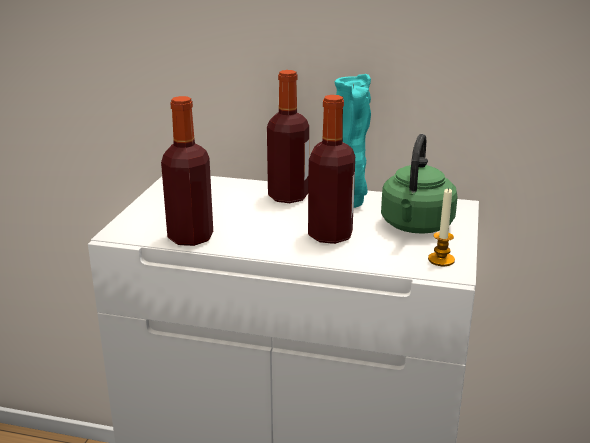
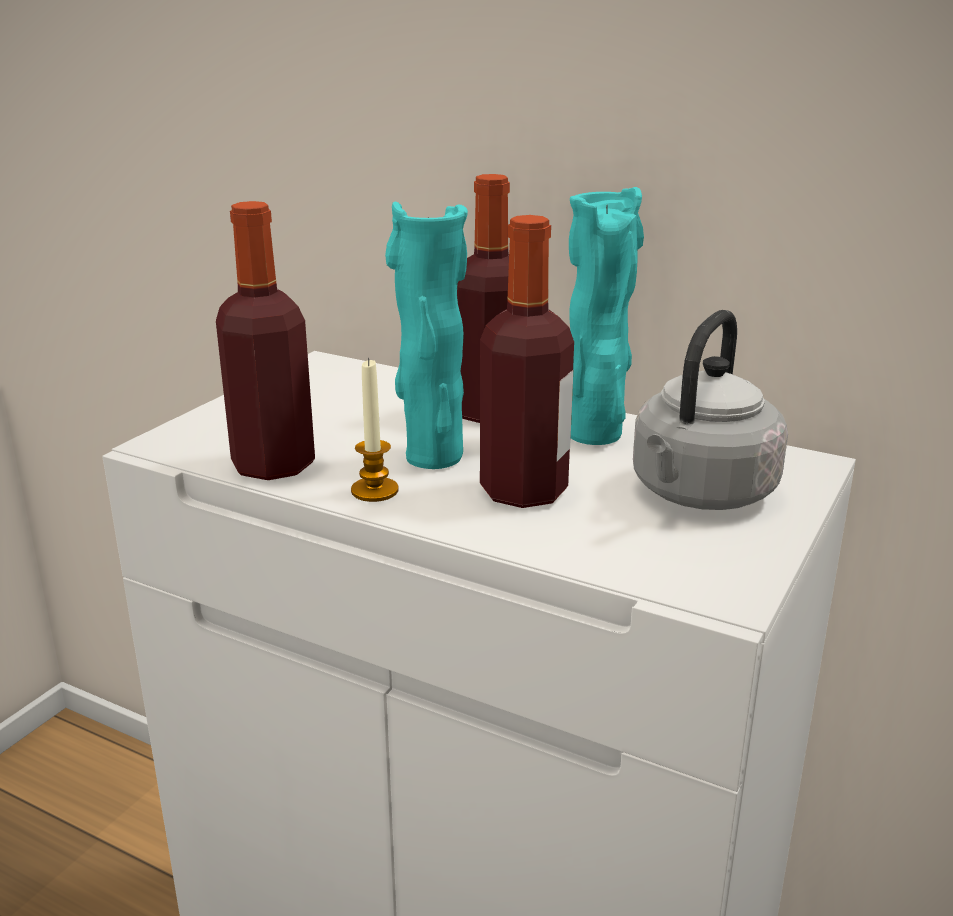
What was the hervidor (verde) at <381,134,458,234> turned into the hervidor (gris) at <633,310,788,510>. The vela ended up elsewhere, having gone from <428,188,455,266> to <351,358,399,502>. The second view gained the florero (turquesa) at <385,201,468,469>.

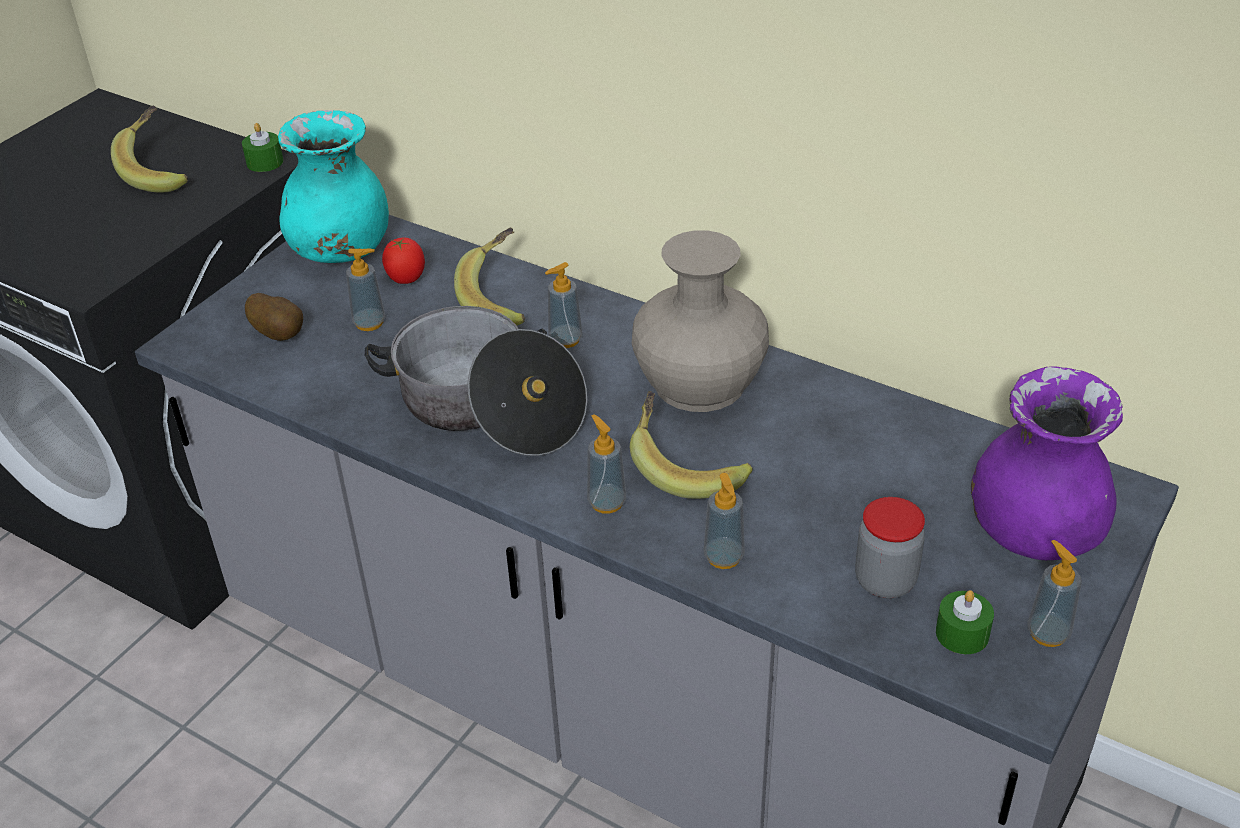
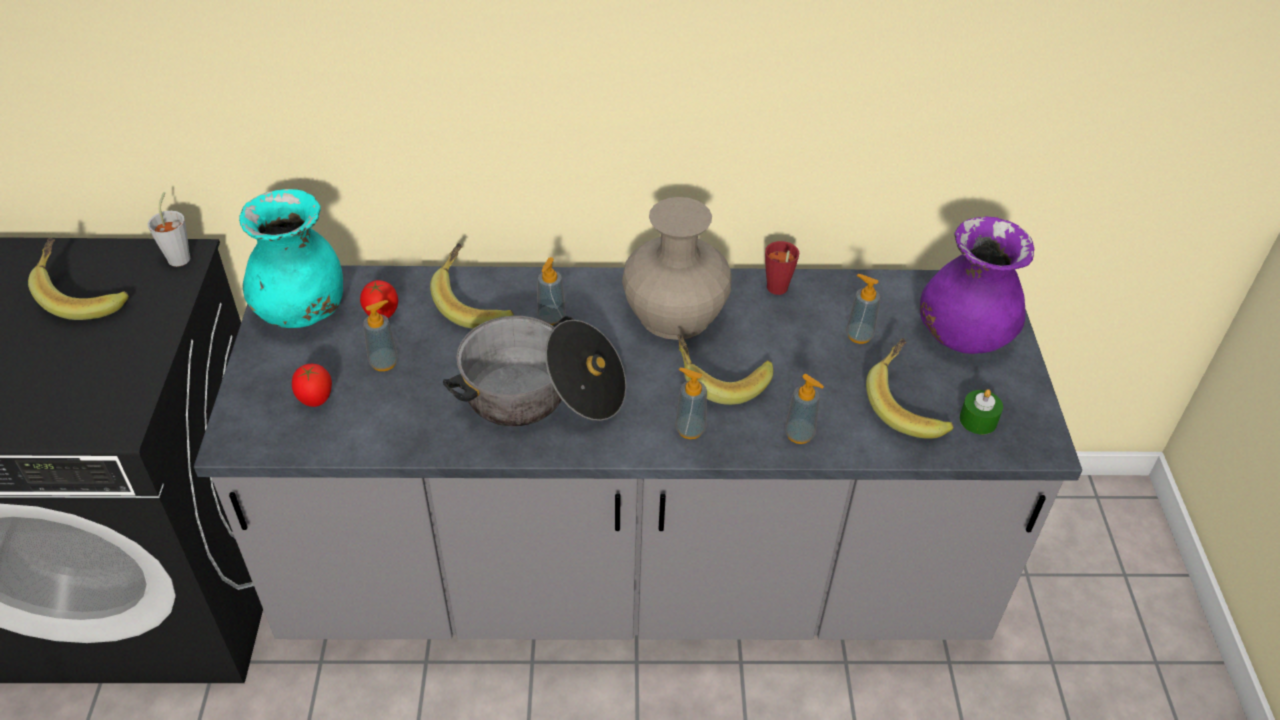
Where the vela (verde) stood at <242,123,283,172>, the taza (gris) came to stand at <148,192,190,267>. Where the patata stood at <245,293,303,341>, the tomate came to stand at <292,364,332,407>. Where the tarro stood at <855,497,925,598>, the plátano came to stand at <866,338,954,439>. The dispensador de jabón ended up elsewhere, having gone from <1027,540,1082,647> to <846,274,881,344>. The second view gained the taza (rojo) at <765,241,799,295>.

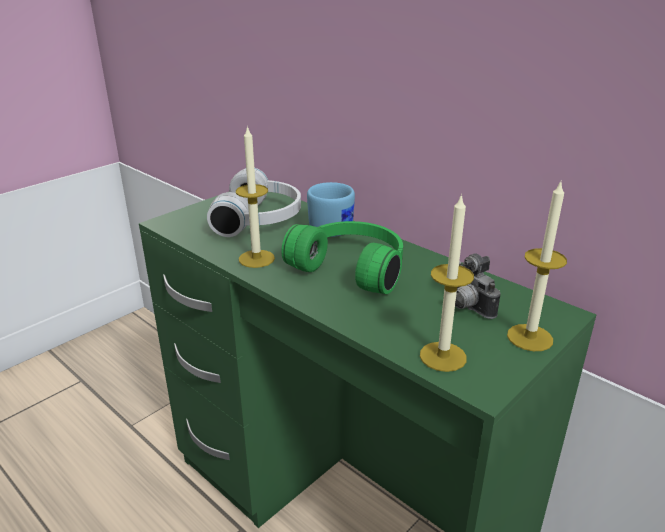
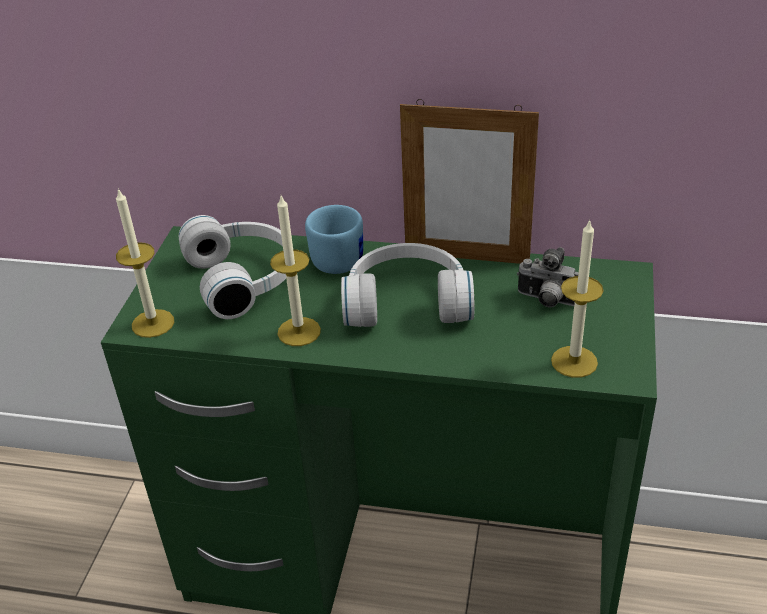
What was the auriculares (verde) at <281,221,403,294> turned into the auriculares (blanco) at <341,243,475,327>. The vela ended up elsewhere, having gone from <507,182,567,351> to <116,188,174,338>. The second view gained the portarretratos at <400,99,539,264>.

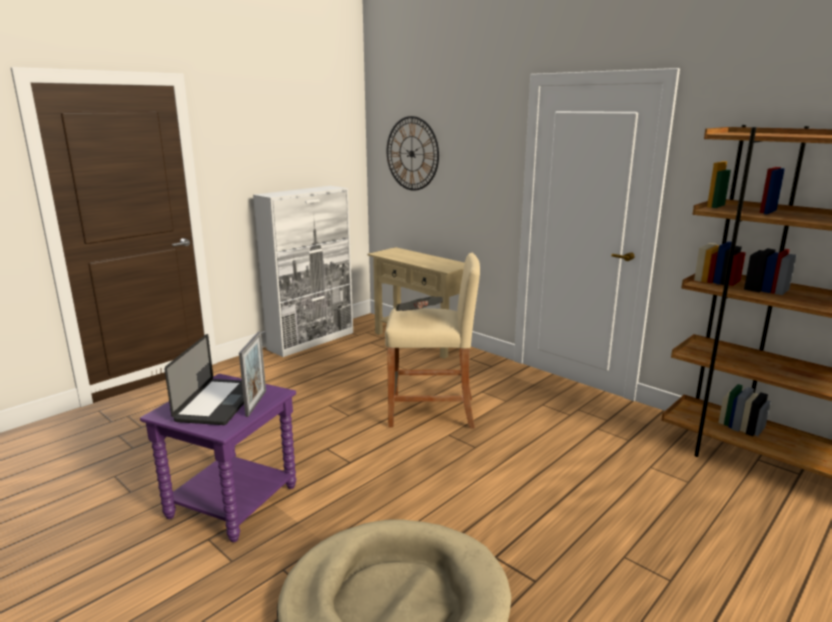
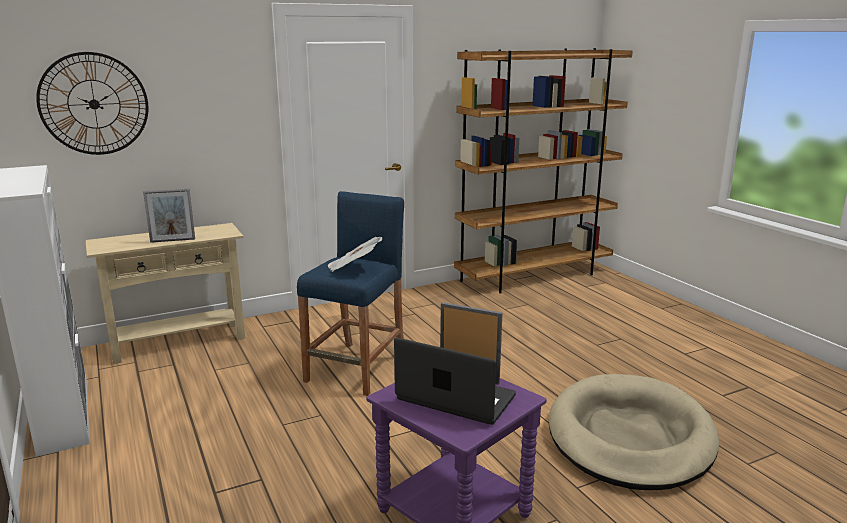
What was the taburete (beis) at <385,253,480,428> turned into the taburete (azul) at <297,191,404,396>. The second view gained the portarretratos at <143,189,195,243>.

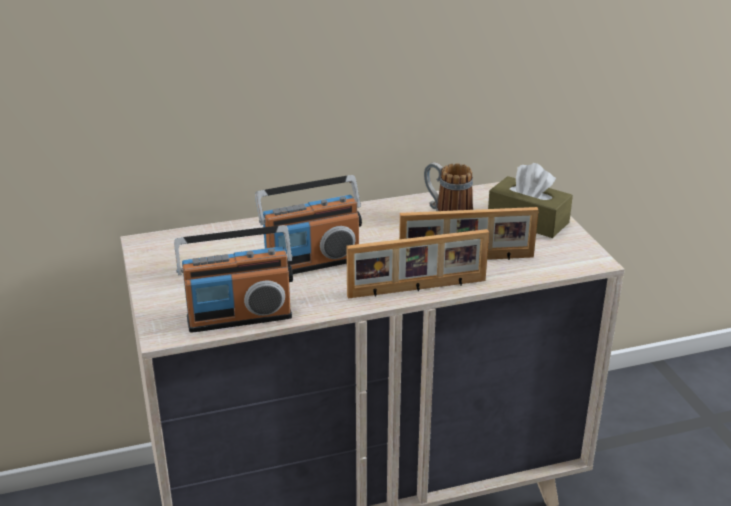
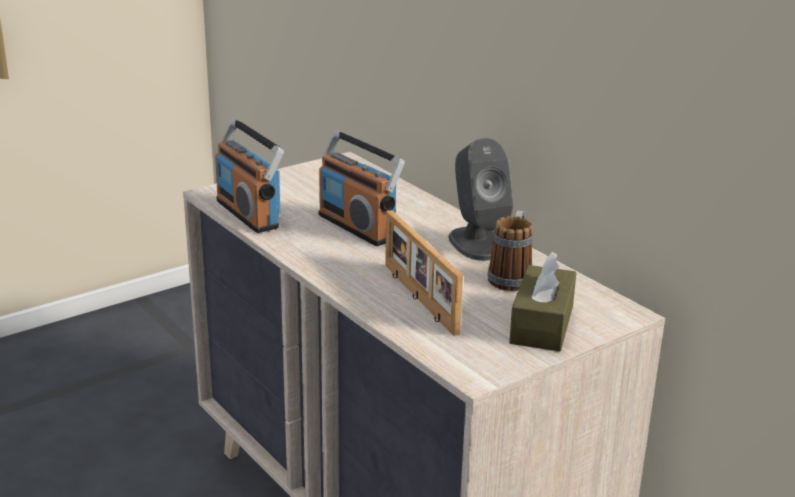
The second view lost the portarretratos at <346,229,489,299>. The second view gained the altavoz (gris) at <449,138,514,261>.

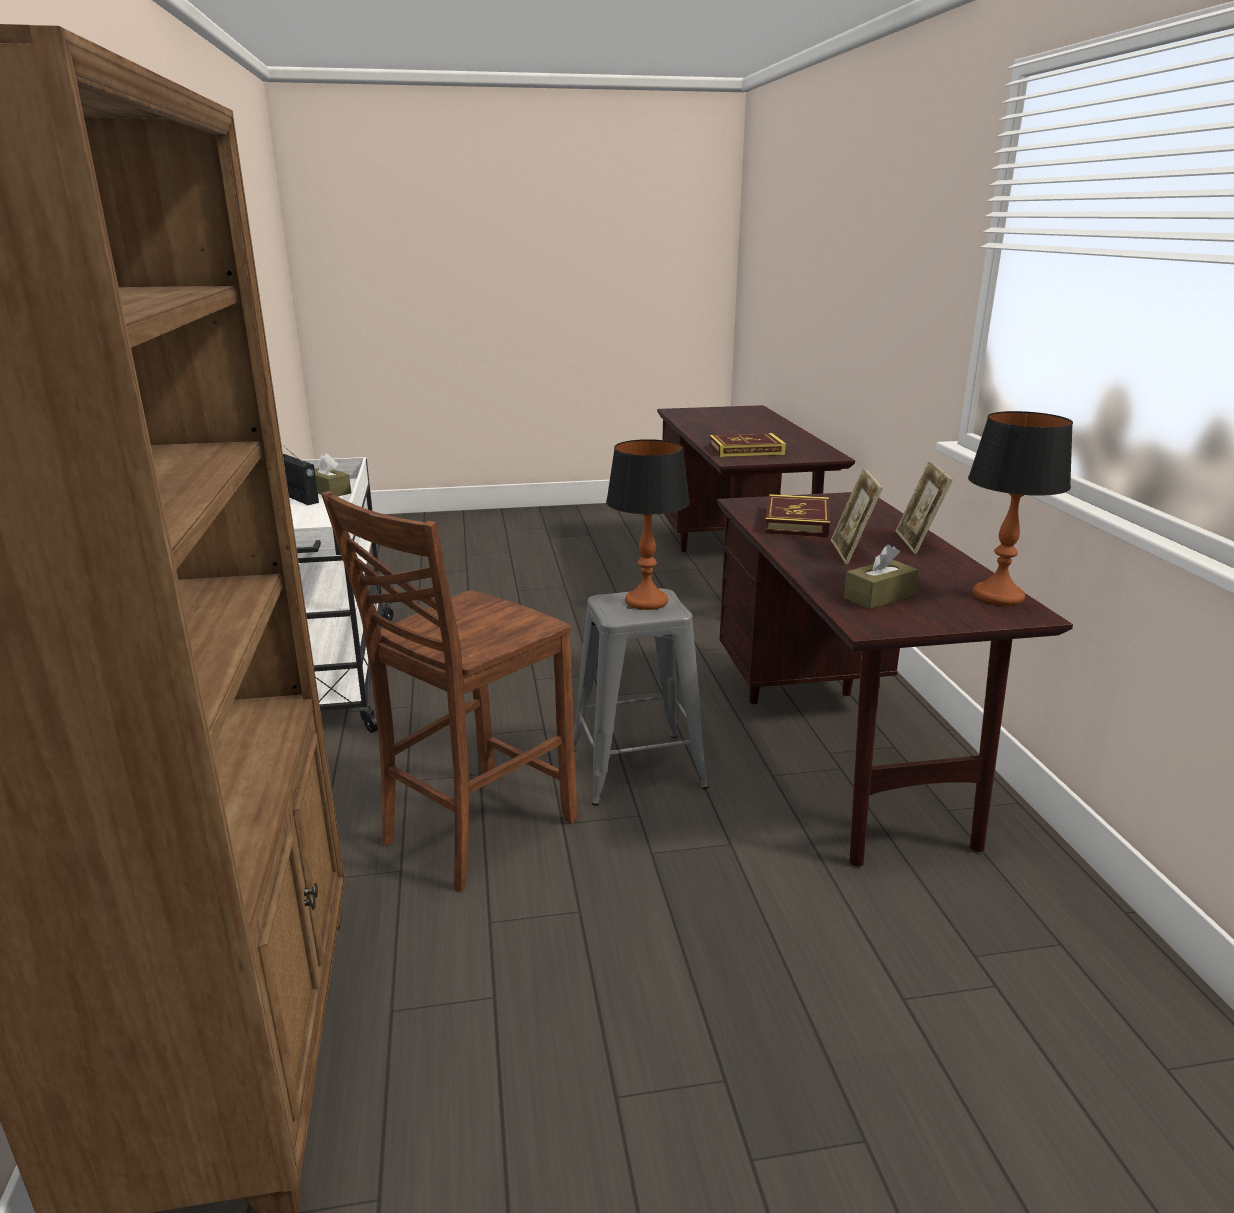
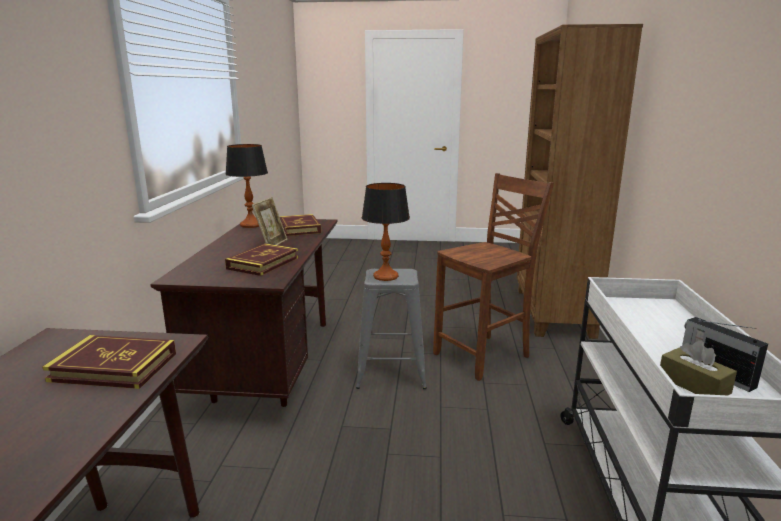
Where the caja de pañuelos (marrón) stood at <844,544,918,609>, the libro came to stand at <280,214,321,236>. The second view lost the portarretratos at <896,460,953,554>.

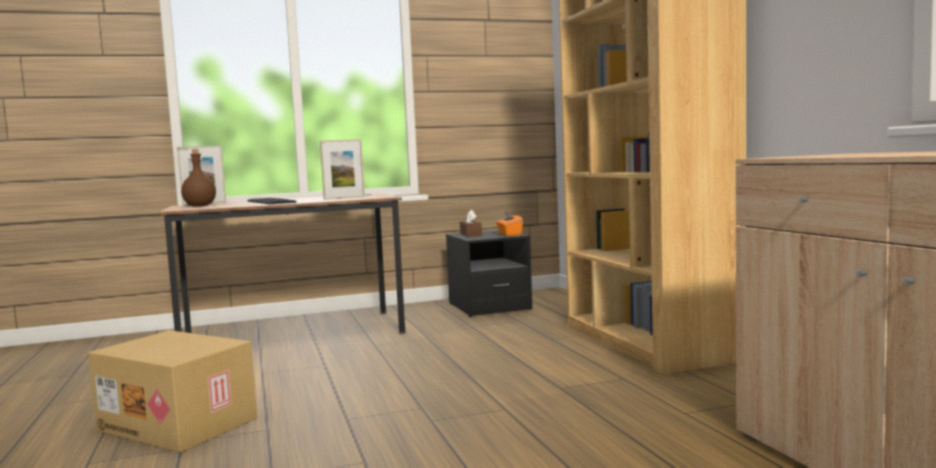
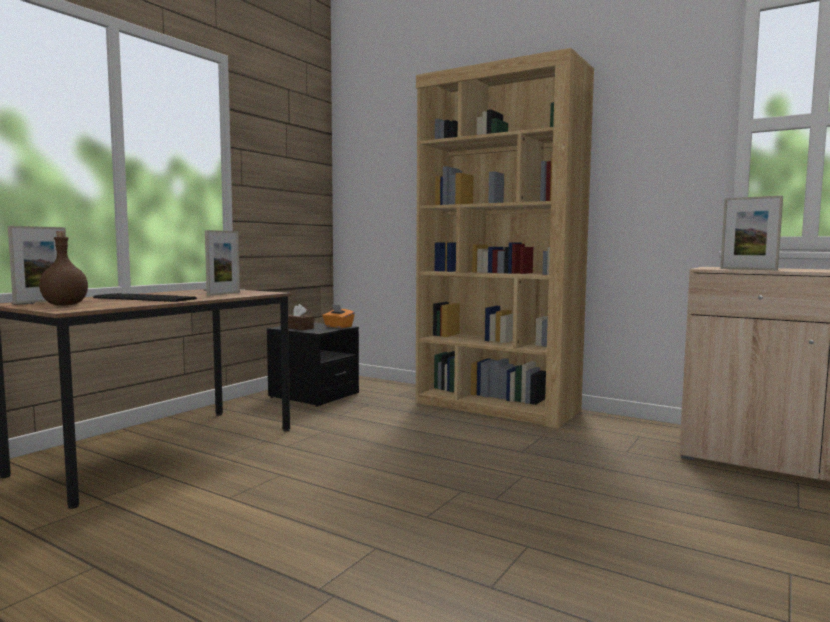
The second view lost the caja de cartón at <89,330,257,453>. The second view gained the portarretratos at <720,196,783,271>.

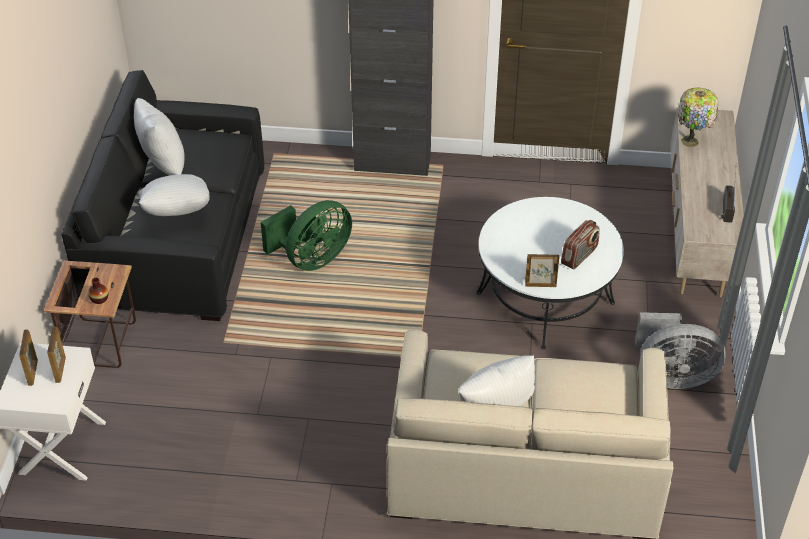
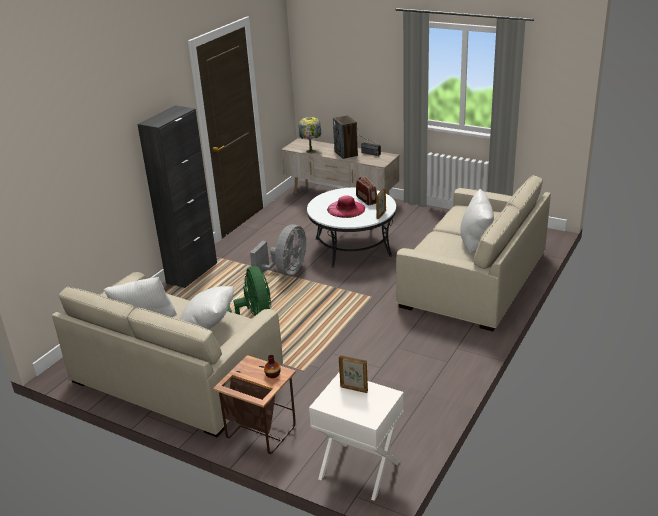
The second view lost the portarretratos at <19,329,38,386>. What was the sofá (negro) at <61,70,264,321> turned into the sofá (beis) at <52,272,283,437>. The ventilador (gris) ended up elsewhere, having gone from <635,312,726,389> to <250,224,306,276>. The second view gained the sombrero (rosa) at <327,195,365,218>. The second view gained the altavoz at <333,115,358,159>.

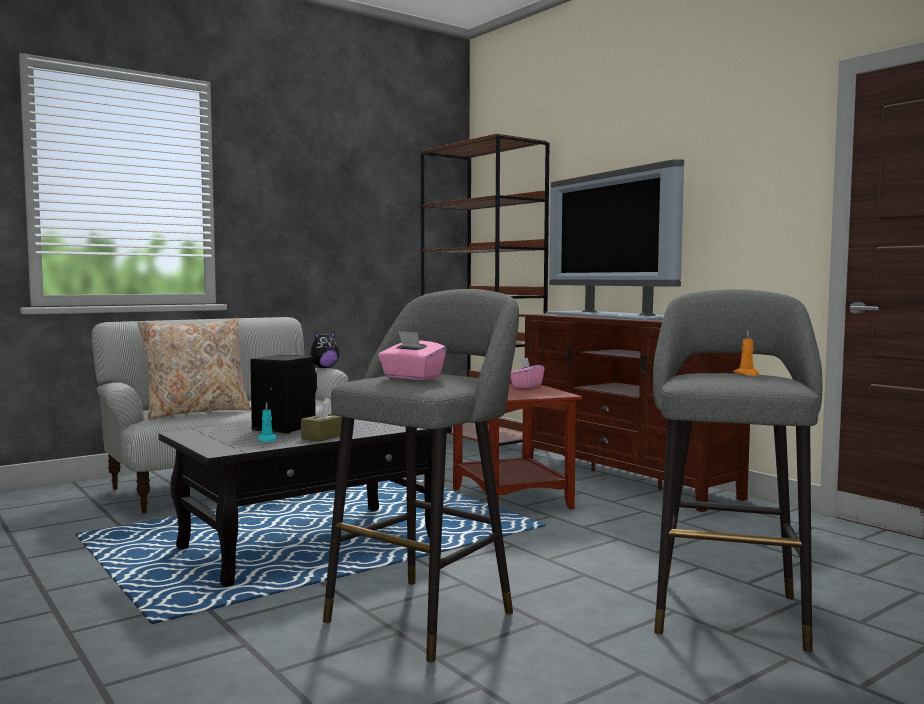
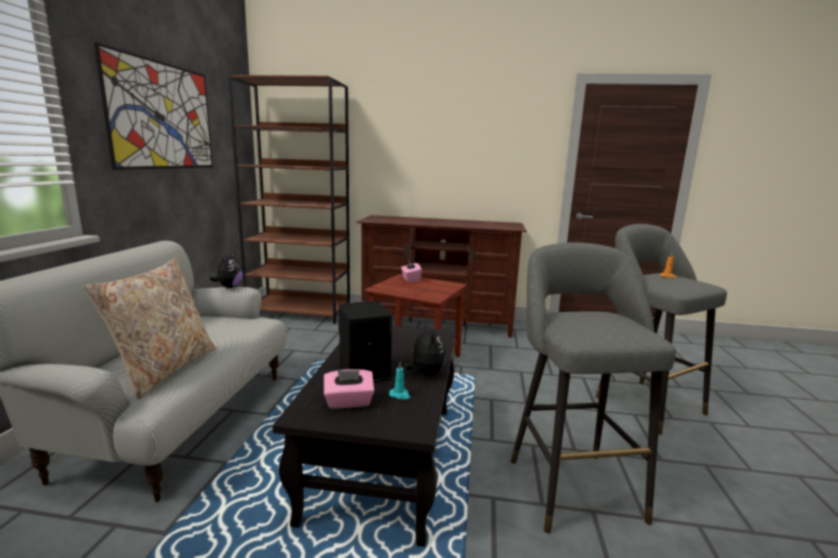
Where the caja de pañuelos (marrón) stood at <301,398,342,442>, the peluche came to stand at <405,322,445,375>. The caja de pañuelos (rosa) ended up elsewhere, having gone from <378,331,446,380> to <324,369,374,409>. The second view lost the televisor at <546,159,684,320>. The second view gained the cuadro at <94,42,213,170>.

